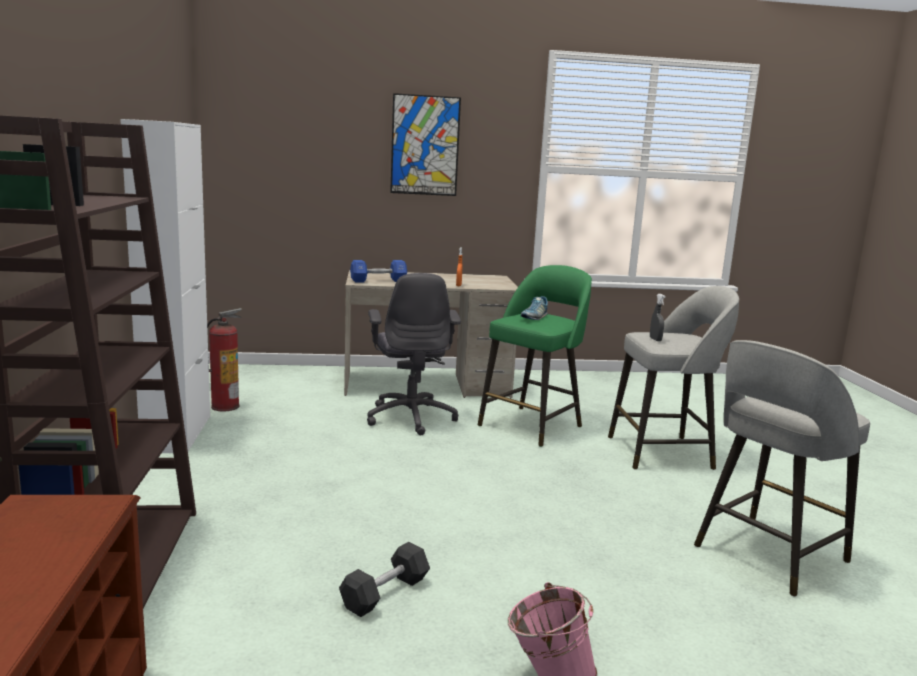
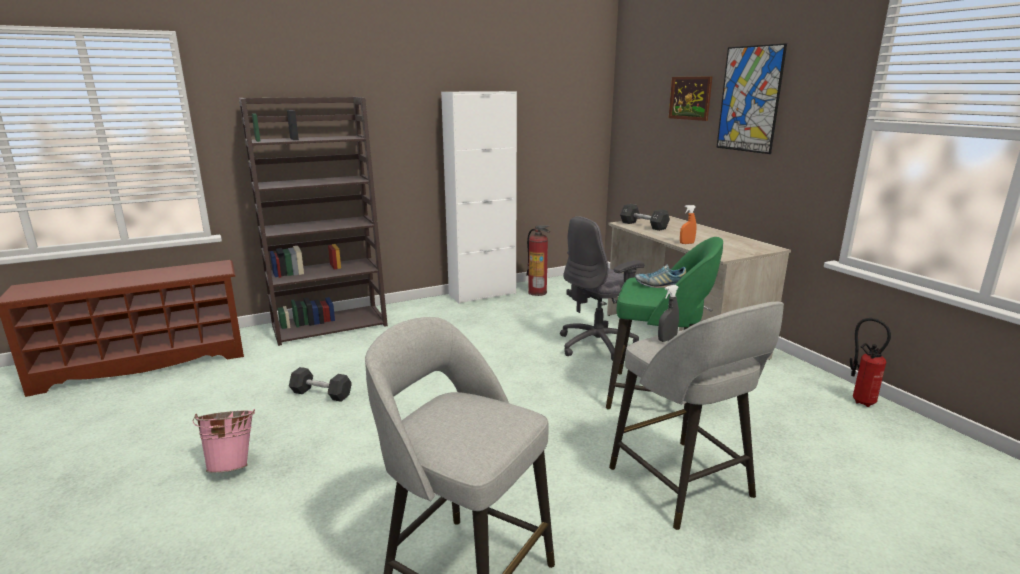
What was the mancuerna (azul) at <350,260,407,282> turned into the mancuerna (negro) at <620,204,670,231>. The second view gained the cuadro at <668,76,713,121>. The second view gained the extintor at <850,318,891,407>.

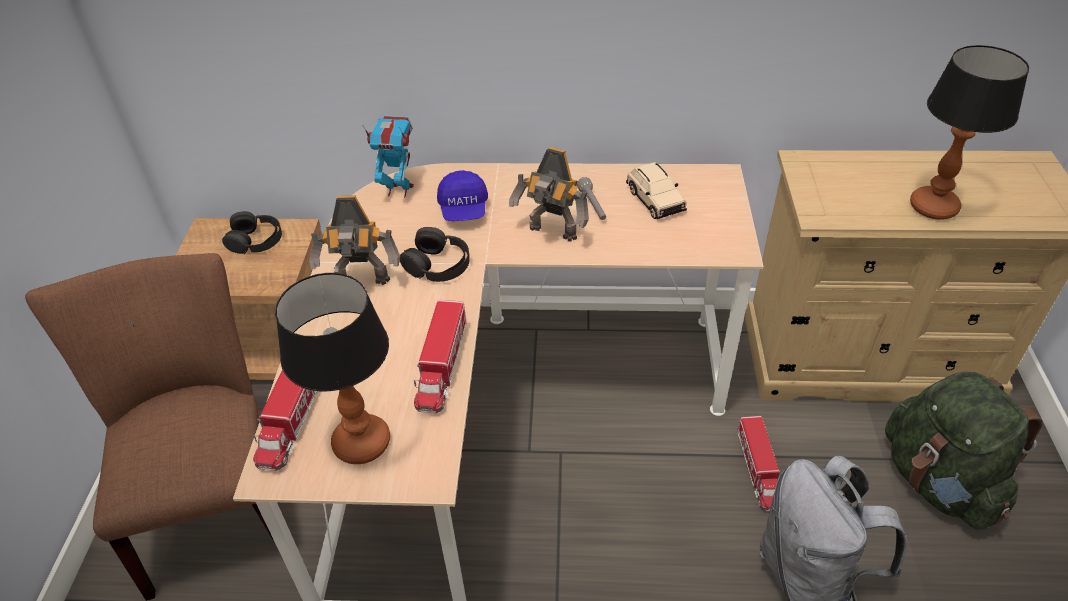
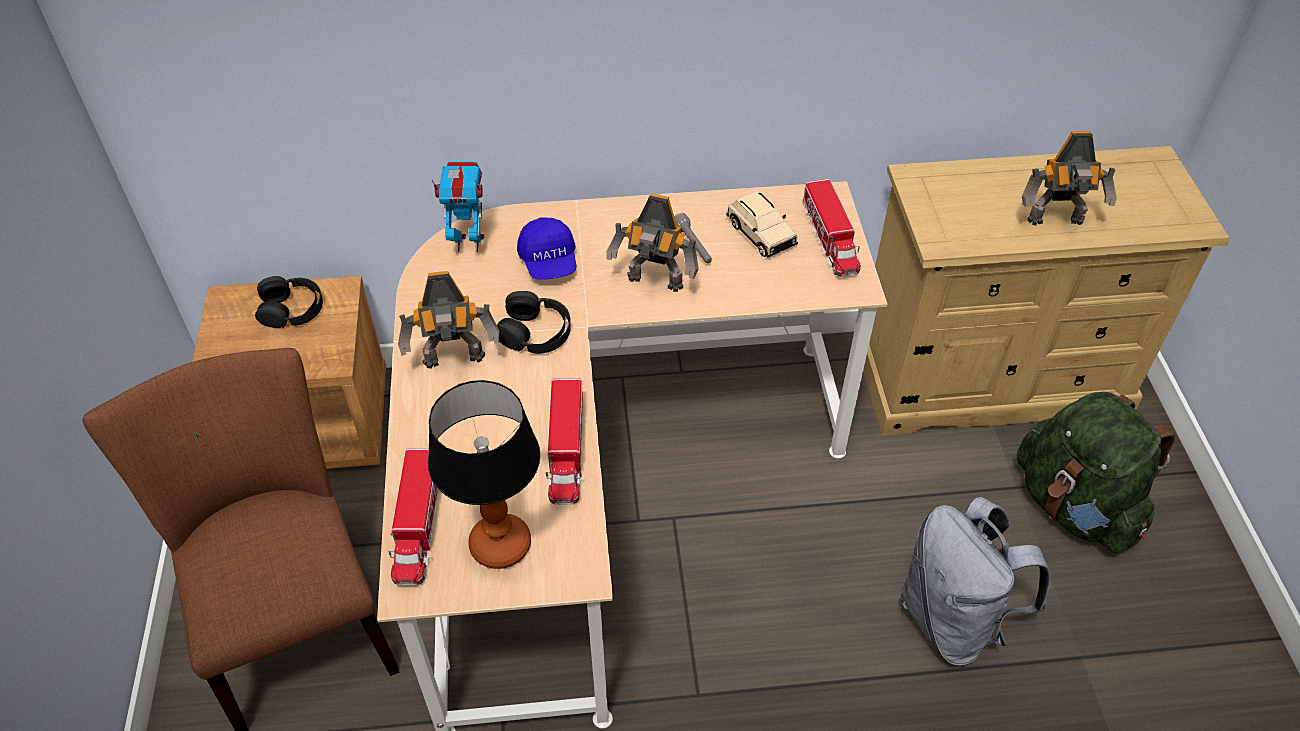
The camión de juguete ended up elsewhere, having gone from <737,416,780,511> to <803,179,861,277>. Where the lámpara de mesa stood at <910,45,1029,220>, the robot de juguete came to stand at <1022,131,1117,226>.

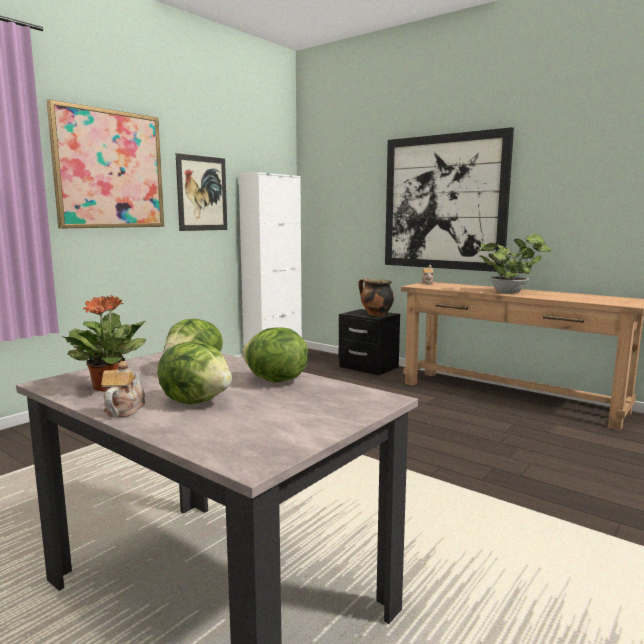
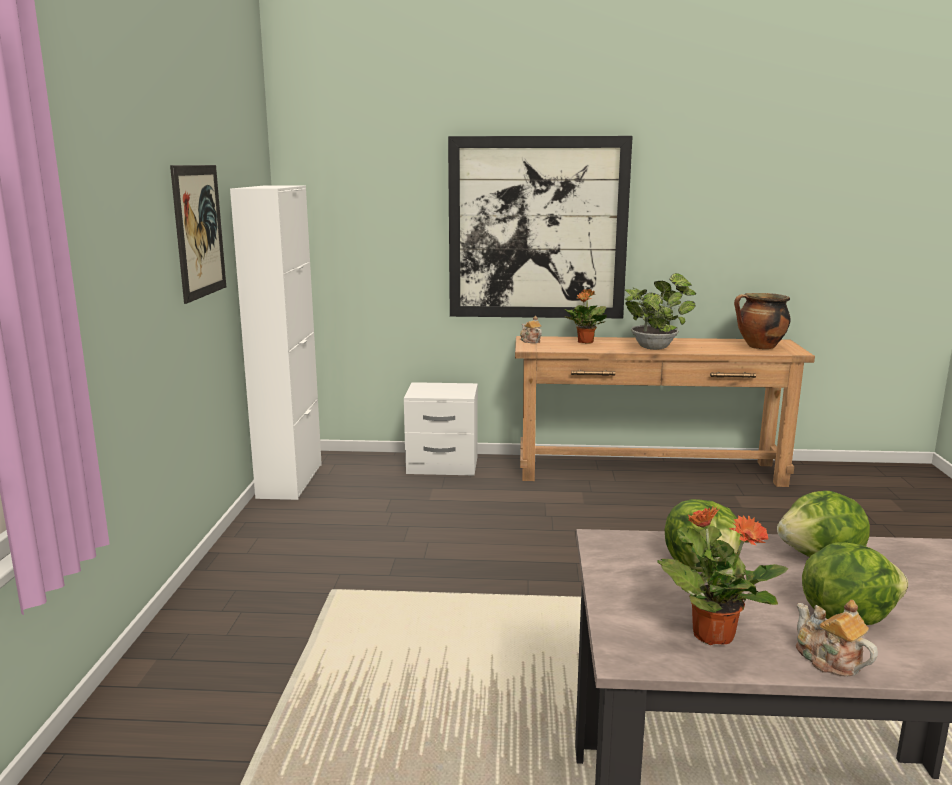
The second view lost the cuadro at <46,99,164,228>. What was the mesita de noche (negro) at <339,309,400,375> turned into the mesita de noche (blanco) at <404,382,478,475>. The olla ended up elsewhere, having gone from <358,279,394,316> to <734,293,790,349>. The second view gained the planta en maceta at <564,289,607,344>.

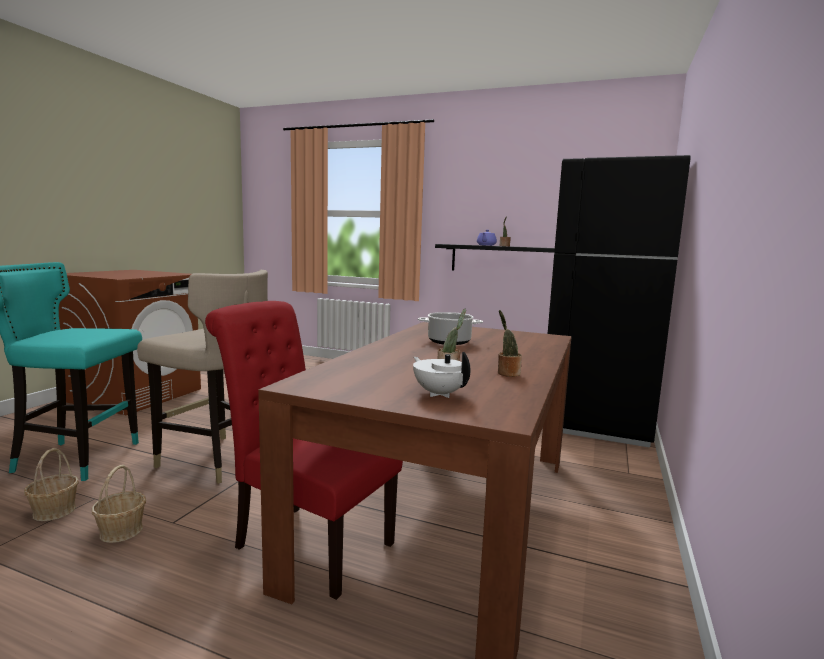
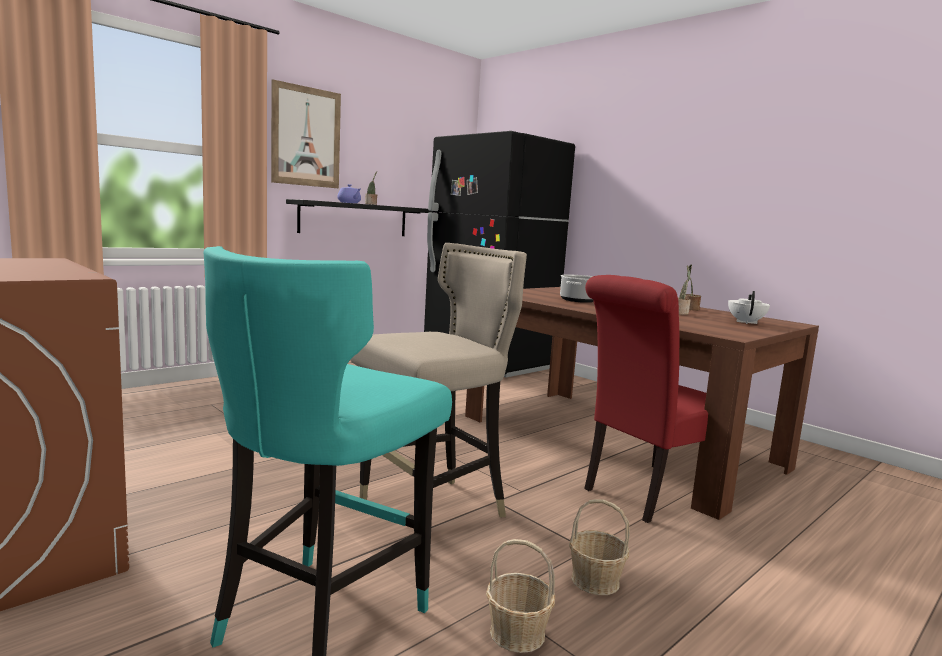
The tetera (blanco) at <413,352,471,398> ended up facing another way, 120 degrees clockwise from before. The second view gained the cuadro at <271,79,341,188>.

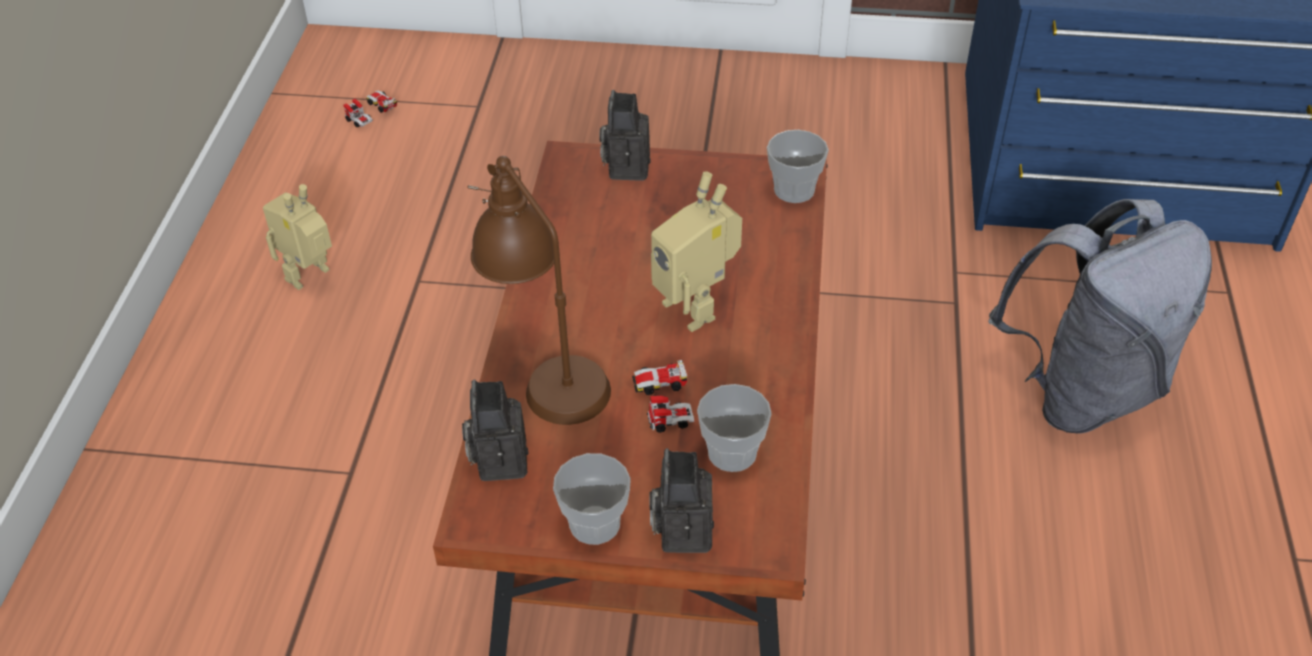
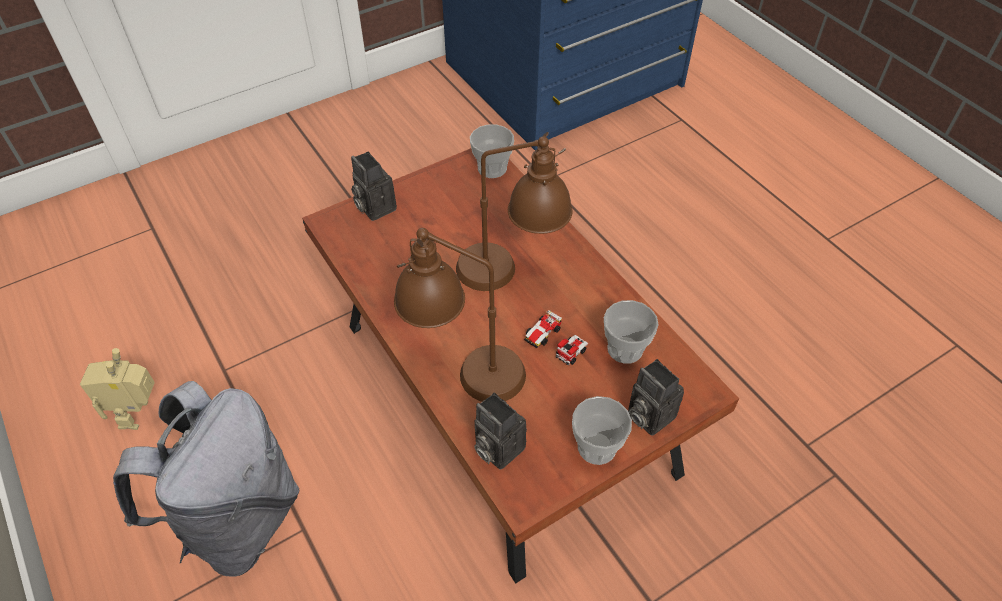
The second view lost the coche de juguete at <344,91,397,128>. Where the robot de juguete stood at <651,171,742,332>, the lámpara de mesa (marrón) came to stand at <456,132,572,291>. The mochila (gris) ended up elsewhere, having gone from <988,199,1212,433> to <113,381,299,577>.

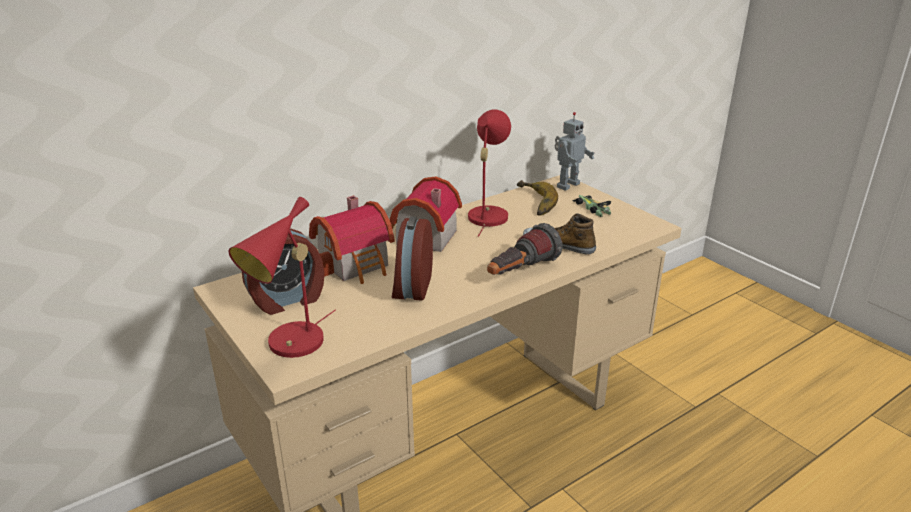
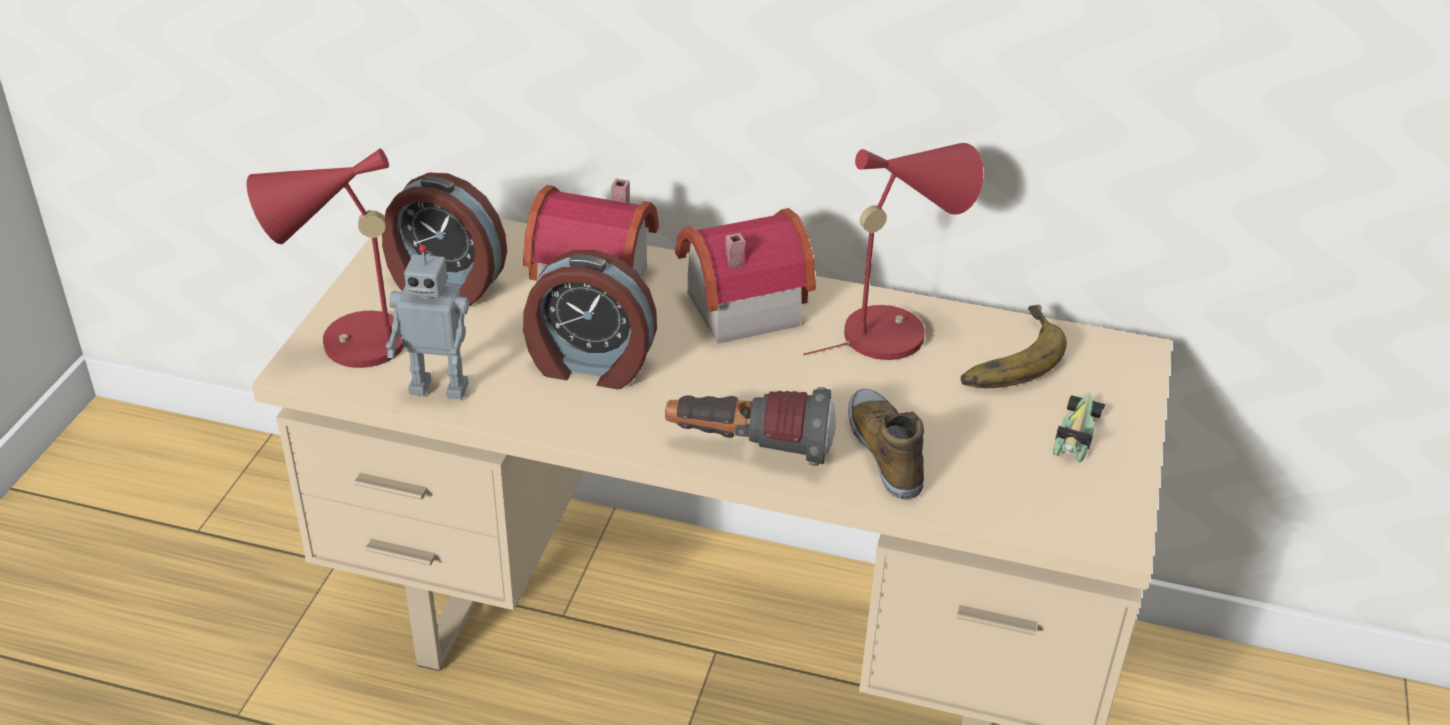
The despertador at <392,217,433,301> ended up facing another way, 135 degrees counterclockwise from before. The robot de juguete ended up elsewhere, having gone from <555,112,595,191> to <386,245,469,399>.

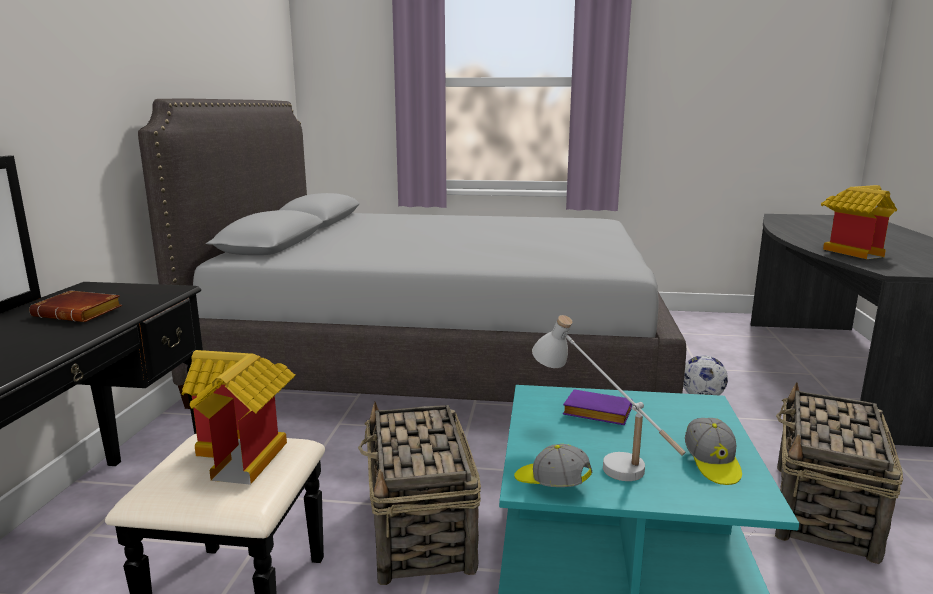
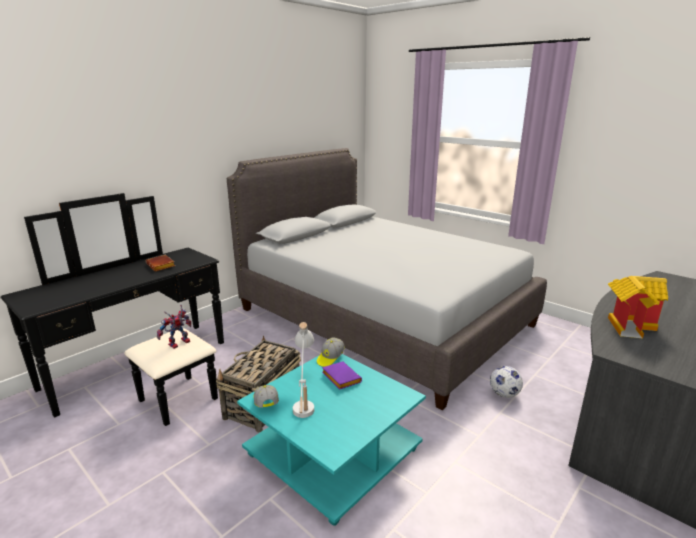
Where the casita stood at <181,350,295,485>, the robot de juguete came to stand at <157,304,191,349>. The gorra ended up elsewhere, having gone from <685,418,742,485> to <317,337,345,367>. The second view lost the cesta at <775,382,903,564>.

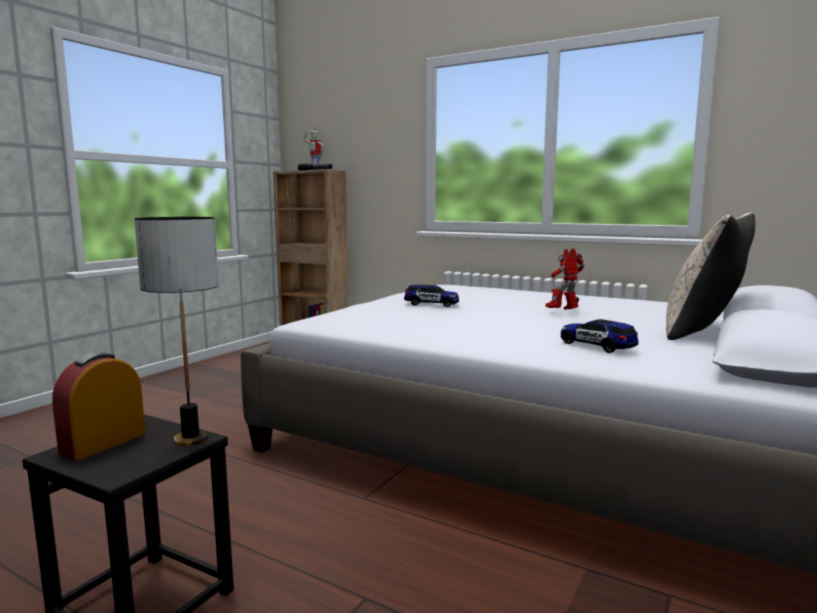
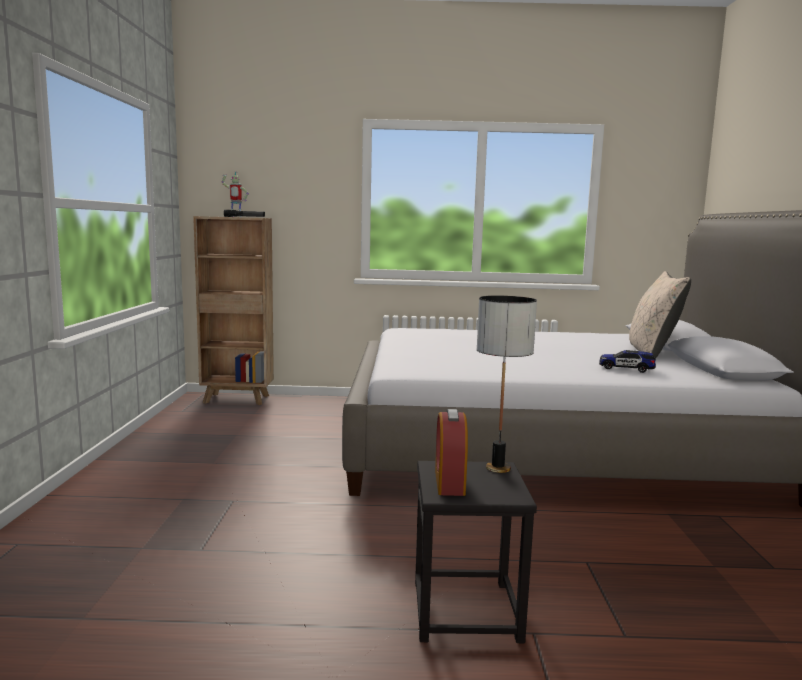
The second view lost the coche de juguete at <404,285,459,307>. The second view lost the robot de juguete at <545,249,585,310>.

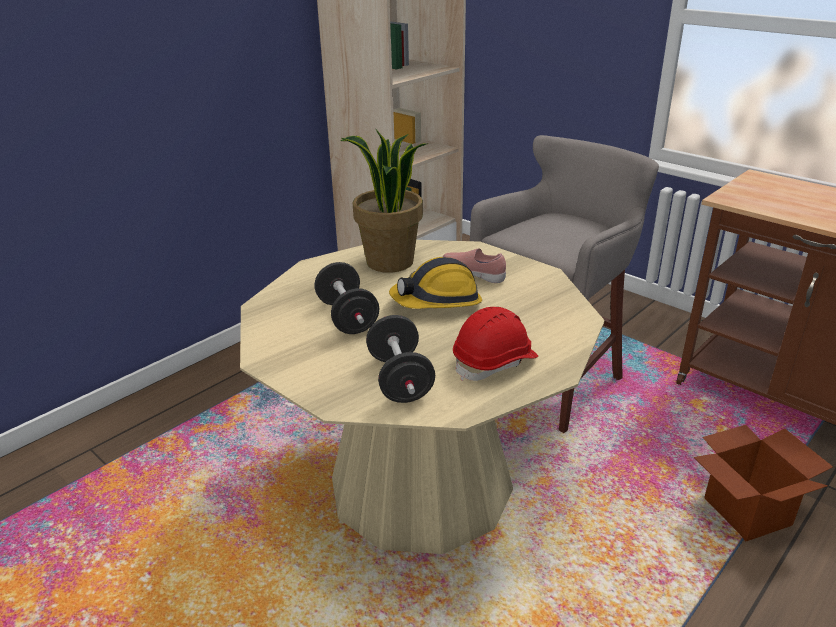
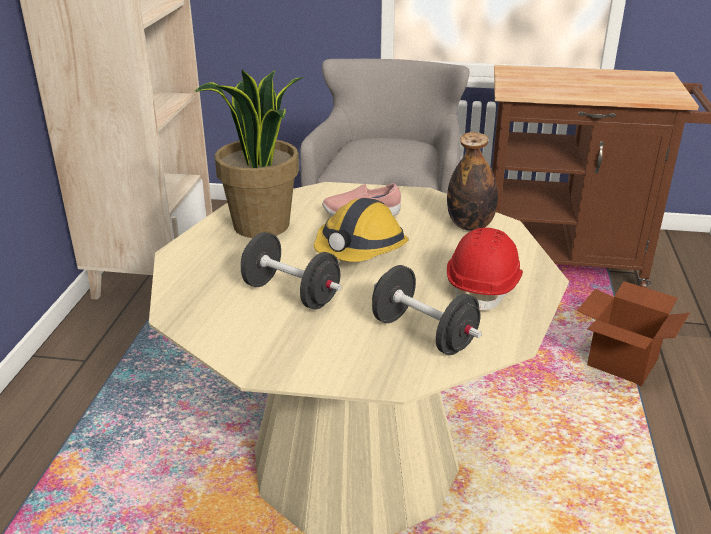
The second view gained the botella at <447,132,498,231>.

